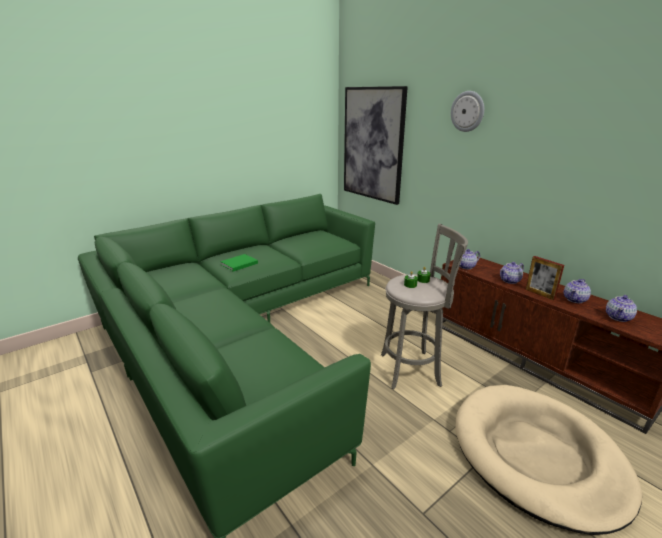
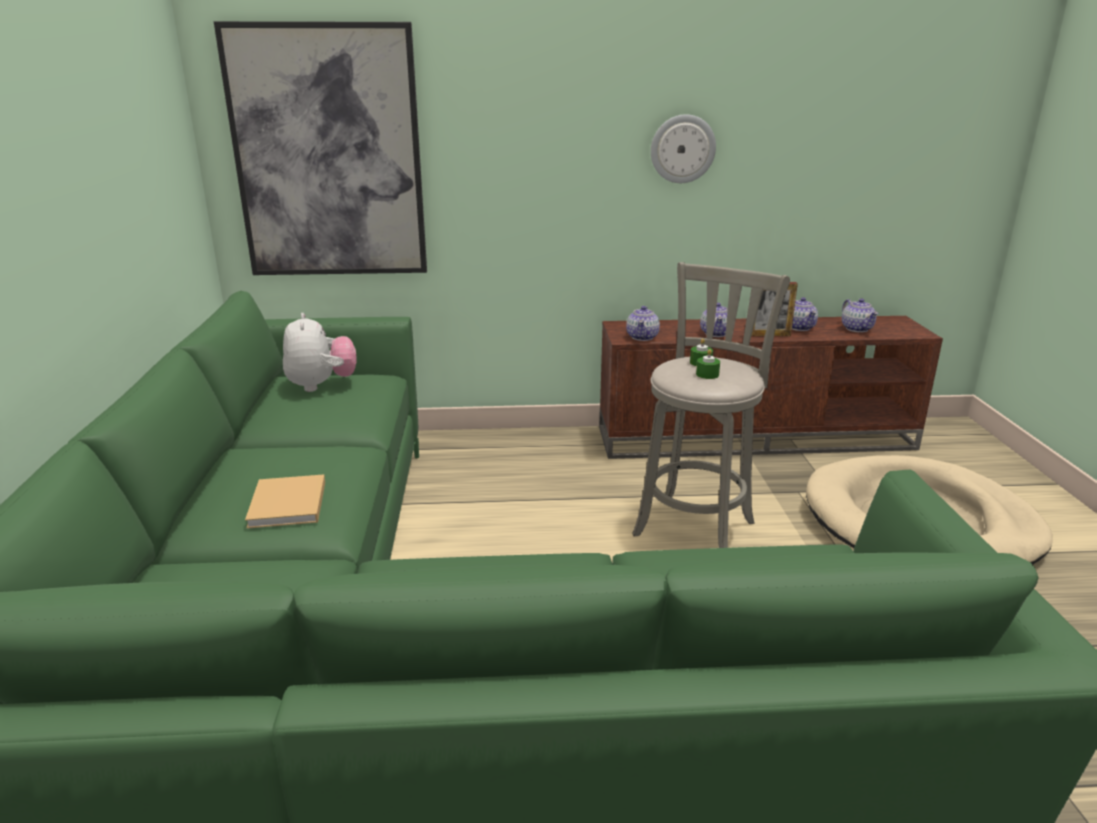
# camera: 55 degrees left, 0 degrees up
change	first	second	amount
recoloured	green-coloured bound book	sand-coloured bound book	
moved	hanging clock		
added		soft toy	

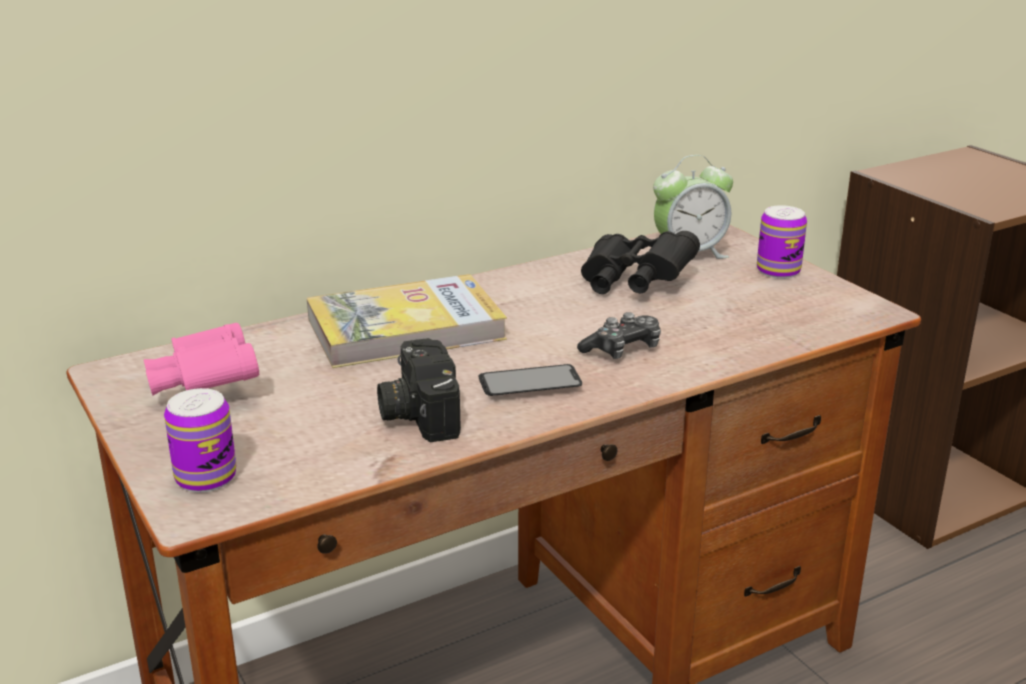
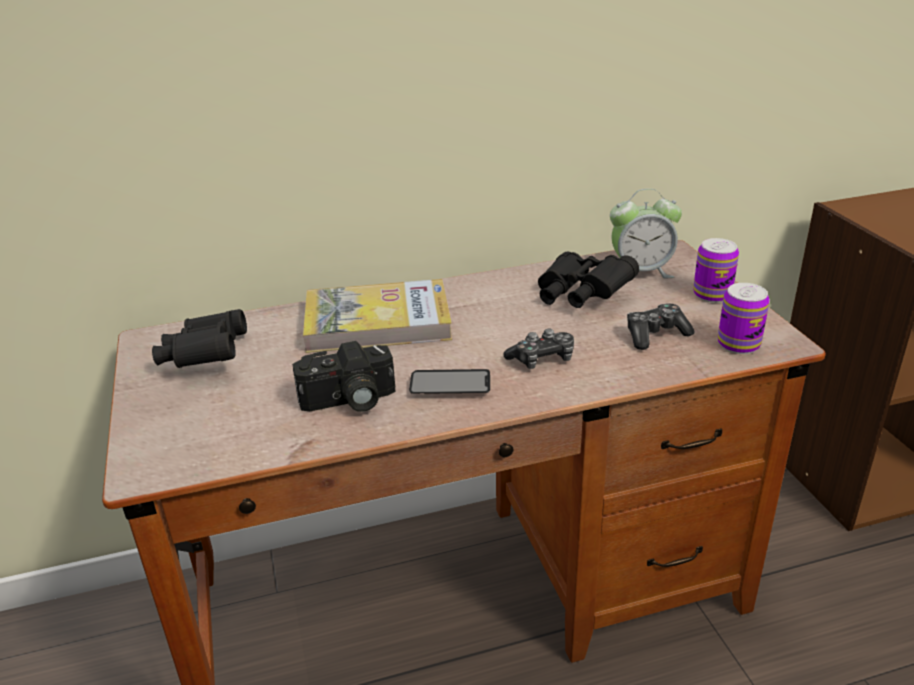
# camera: 15 degrees right, 5 degrees up
change	first	second	amount
recoloured	pink-coloured pair of binoculars	black-coloured pair of binoculars (1st from left)	
moved	sealed can (1st from left in the first image)	sealed can (2nd from left)	
turned	photo camera		105 degrees counterclockwise
added		game controller (2nd from left)	

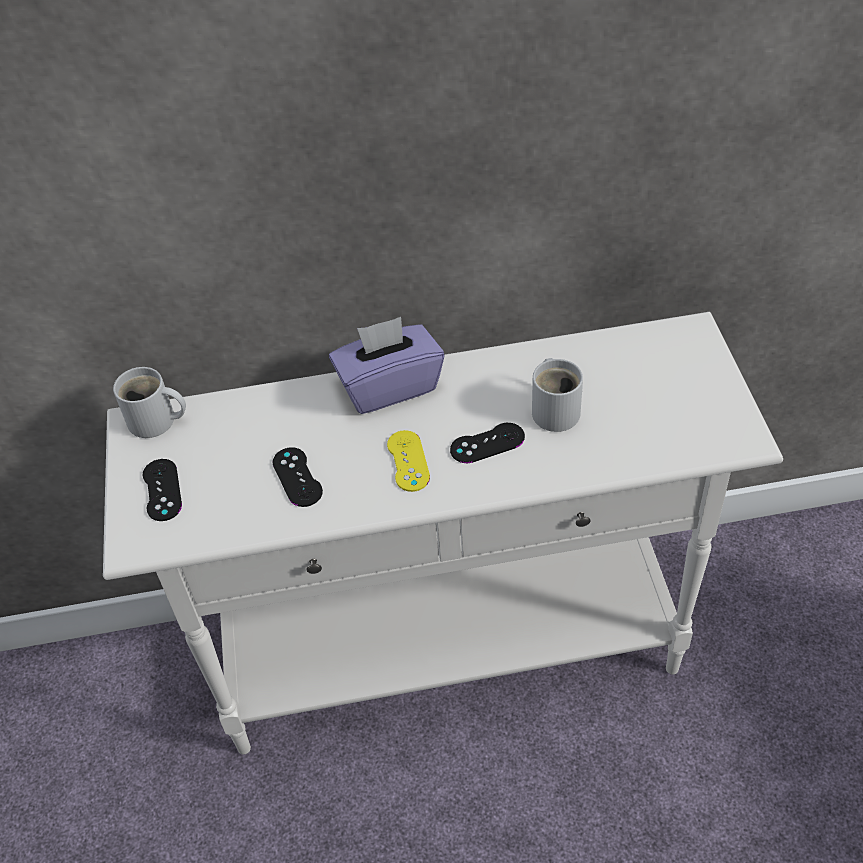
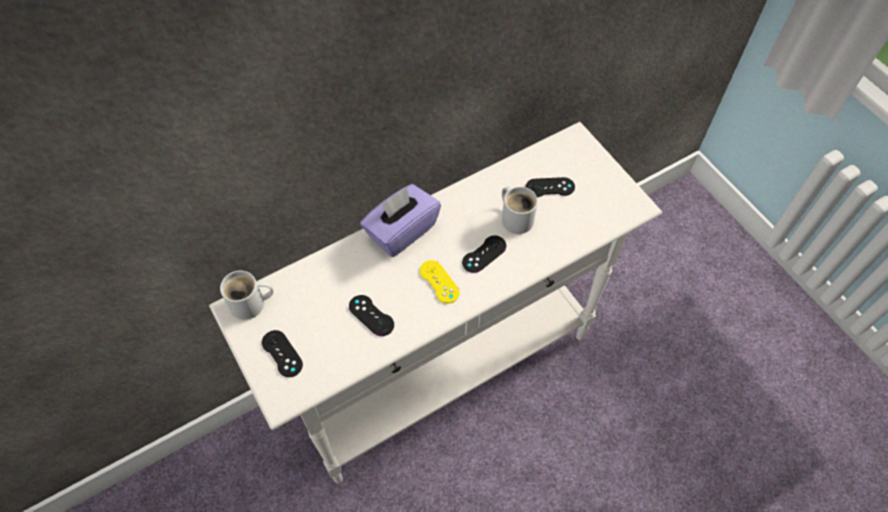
# camera: 25 degrees left, 10 degrees up
change	first	second	amount
added		black-coloured game controller (4th from left)	

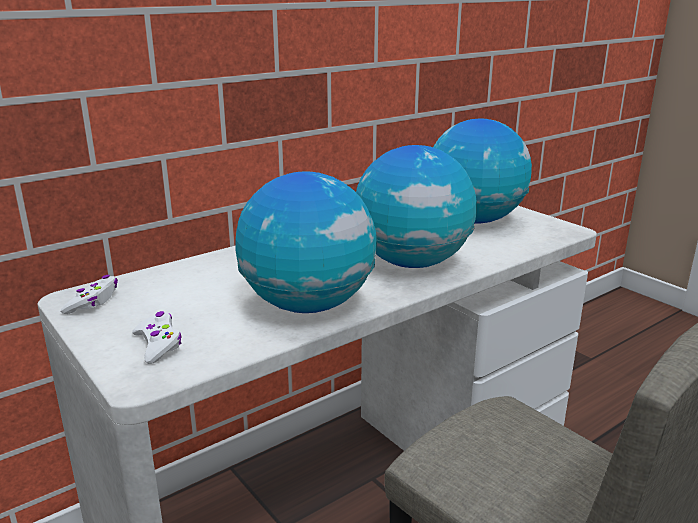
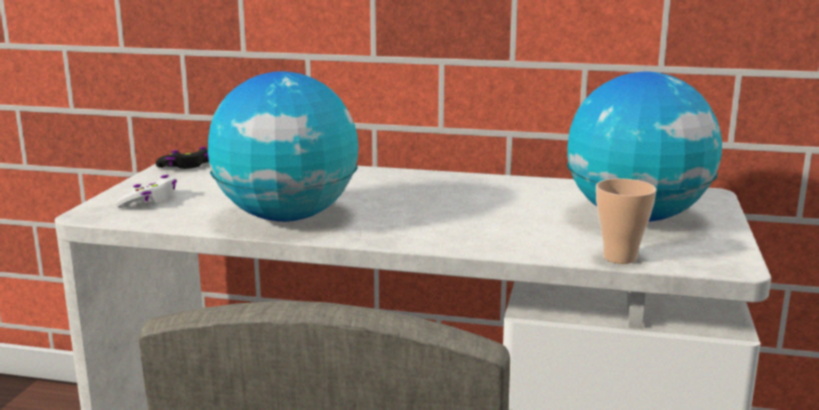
# camera: 50 degrees right, 5 degrees down
change	first	second	amount
recoloured	white-coloured game controller (1st from left)	black-coloured game controller	
removed	globe (2nd from left)		
added		cup	

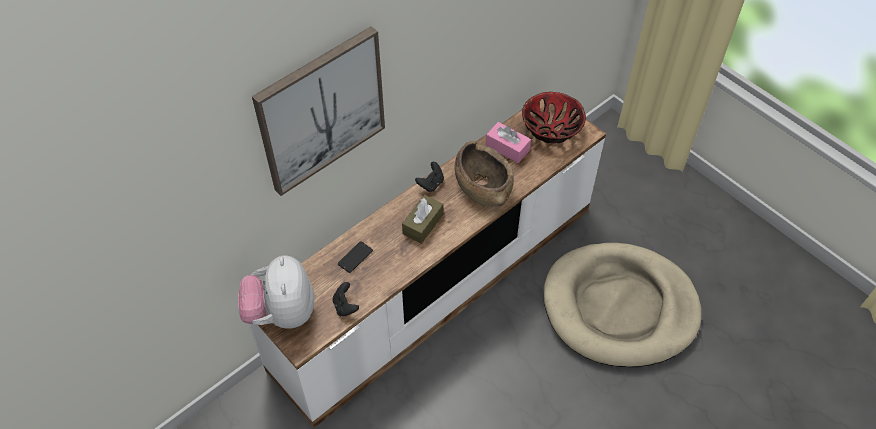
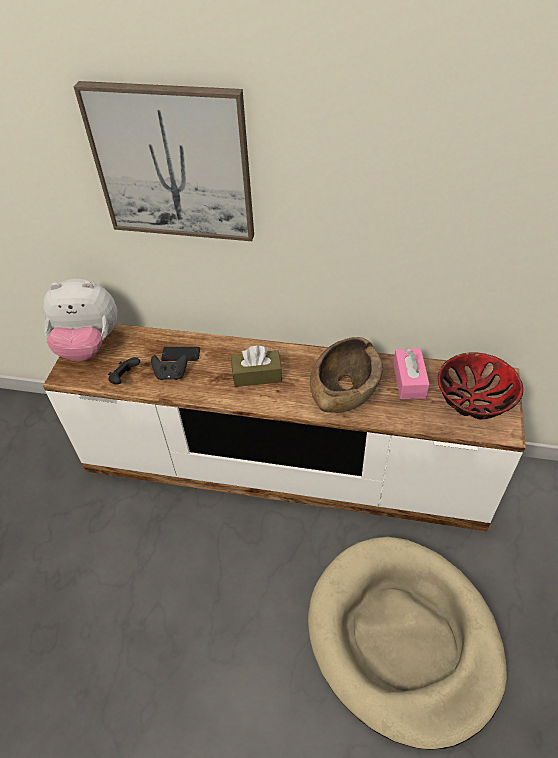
# camera: 55 degrees right, 5 degrees down
change	first	second	amount
turned	soft toy		135 degrees counterclockwise
moved	black-coloured game controller (2nd from left)		

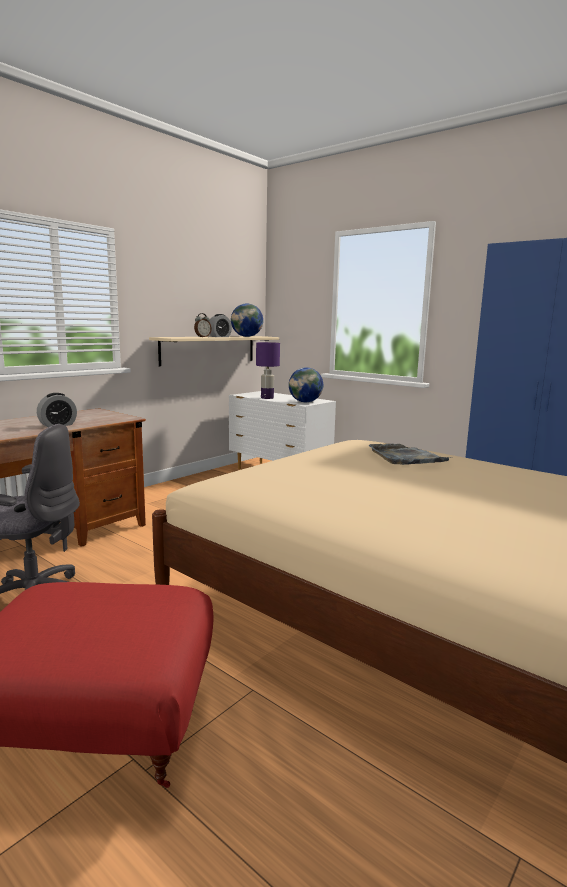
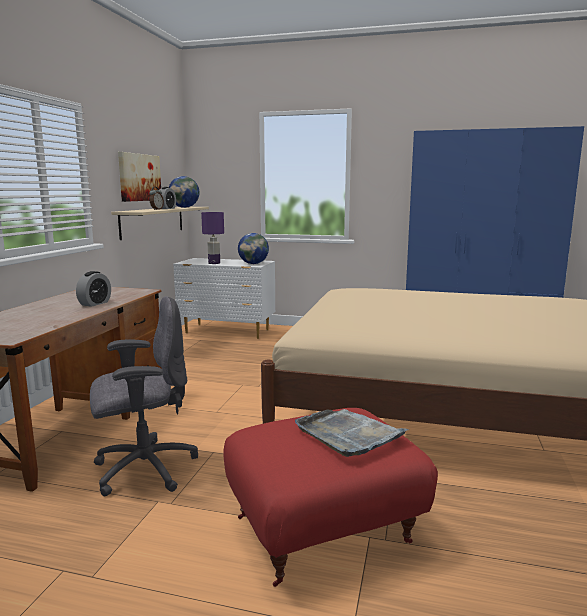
# camera: 25 degrees left, 0 degrees up
change	first	second	amount
moved	greyish serving tray		
added		wall picture	

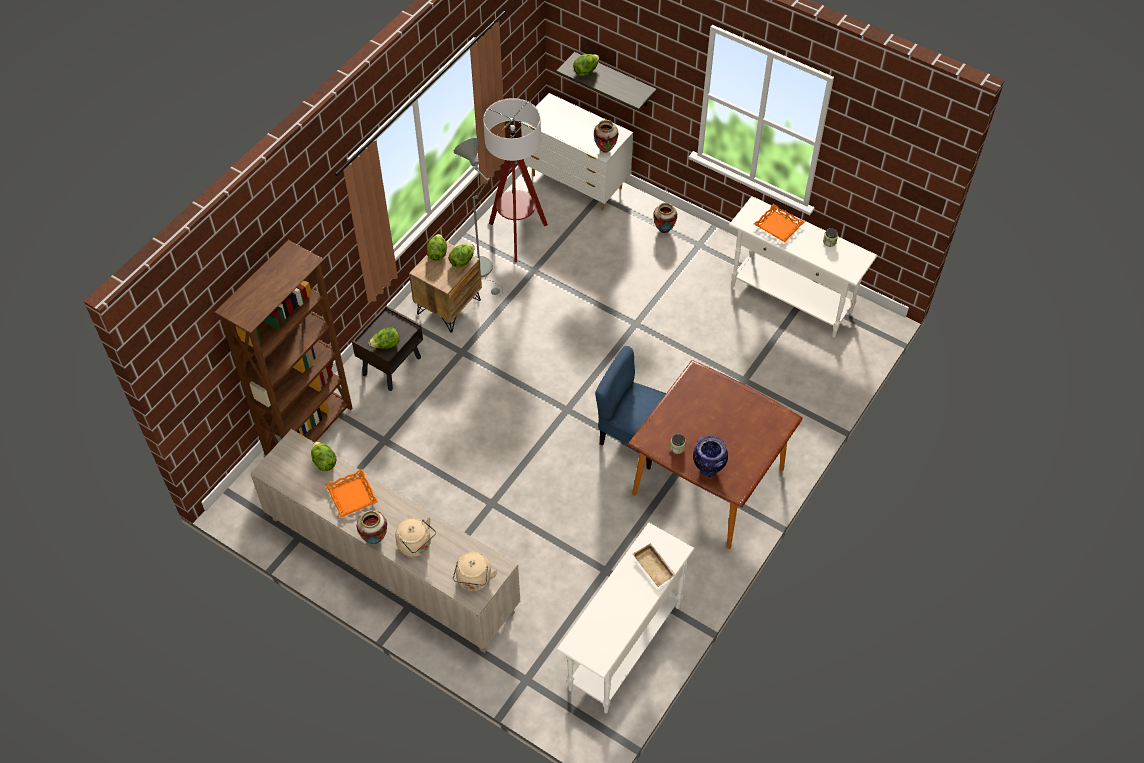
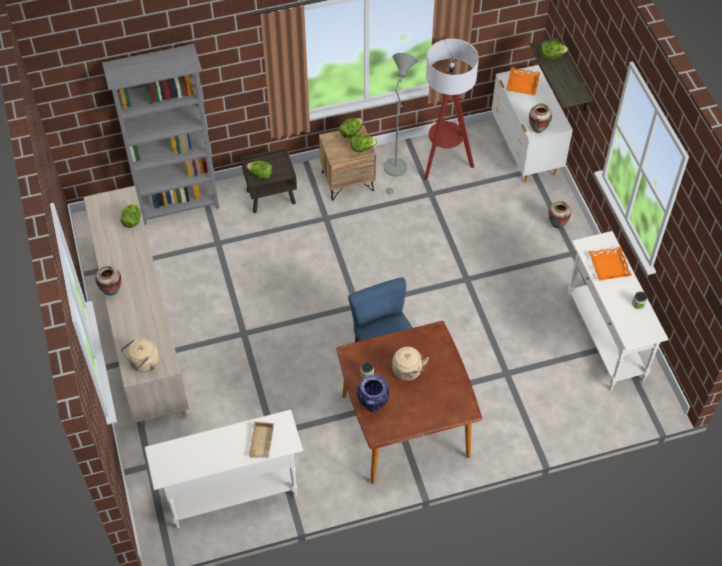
# camera: 40 degrees right, 0 degrees up
change	first	second	amount
recoloured	brown shelving unit	greyish shelving unit	
moved	orange-coloured serving tray (1st from left)		
moved	sand-coloured water kettle (1st from left in the first image)	sand-coloured water kettle (2nd from left)	

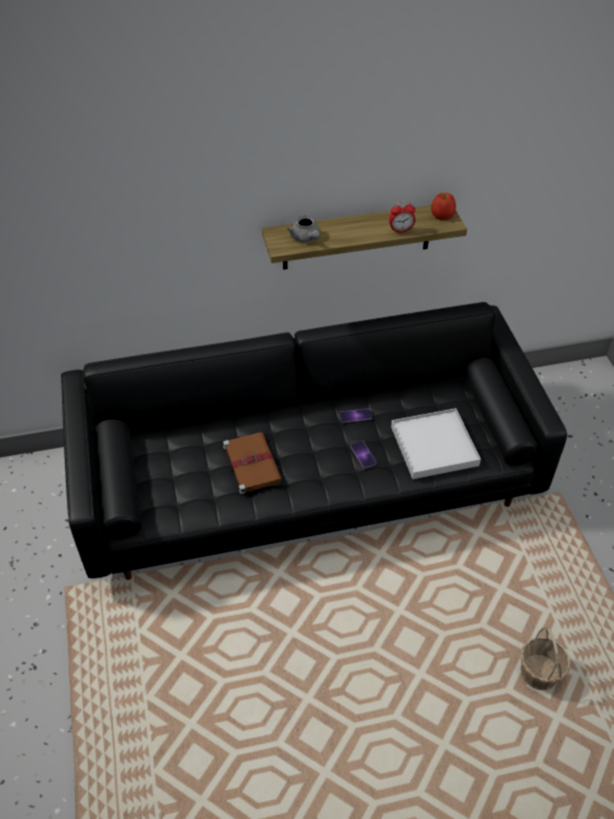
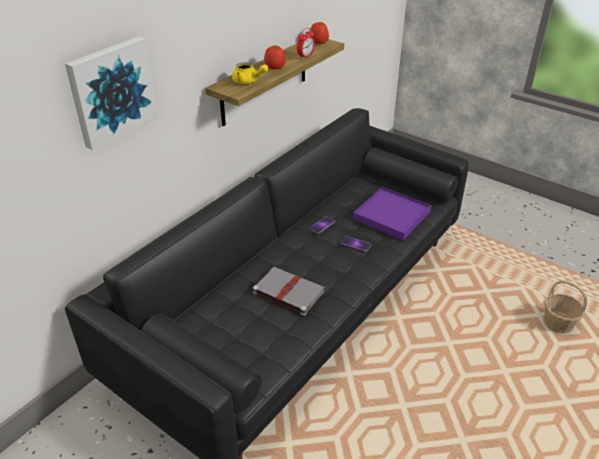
# camera: 40 degrees left, 10 degrees down
change	first	second	amount
recoloured	brown bound book	greyish bound book	
recoloured	greyish tea pot	yellow tea pot	
recoloured	white-coloured serving tray	purplish serving tray	
added		wall picture	
added		apple (1st from left)	

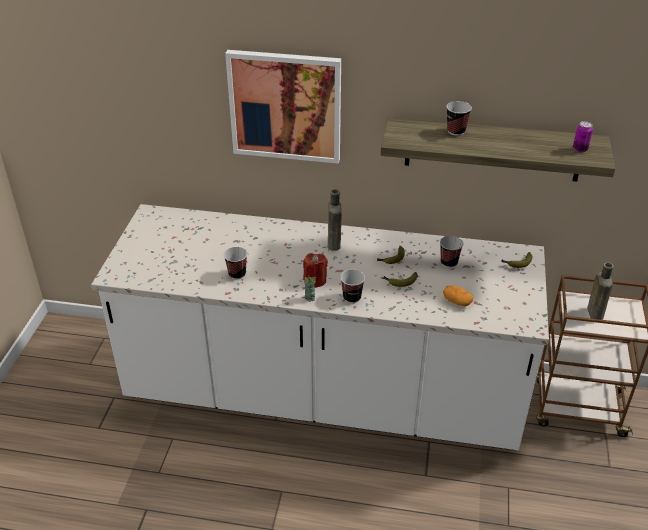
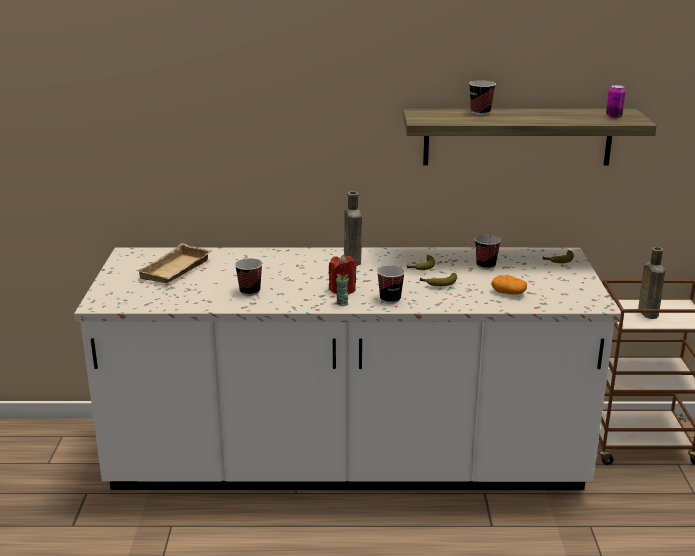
# camera: 10 degrees left, 15 degrees down
change	first	second	amount
removed	wall picture		
added		sand-coloured serving tray	

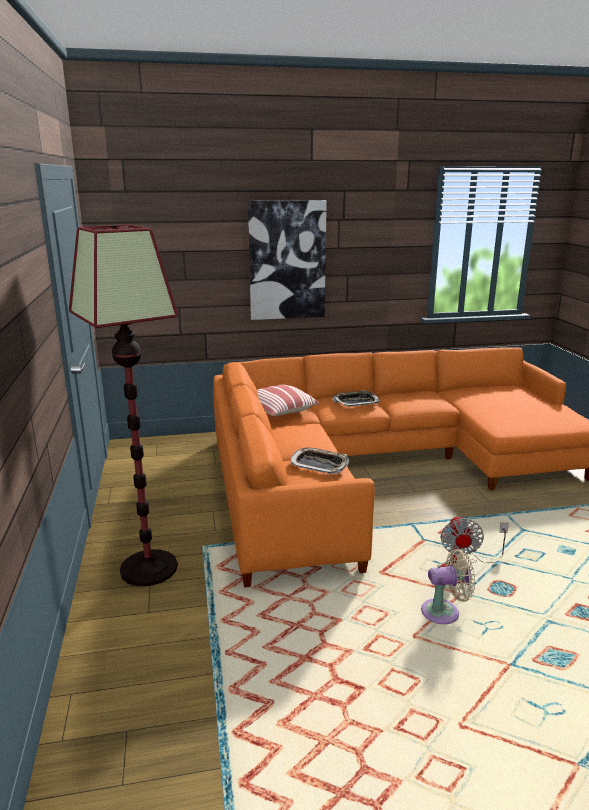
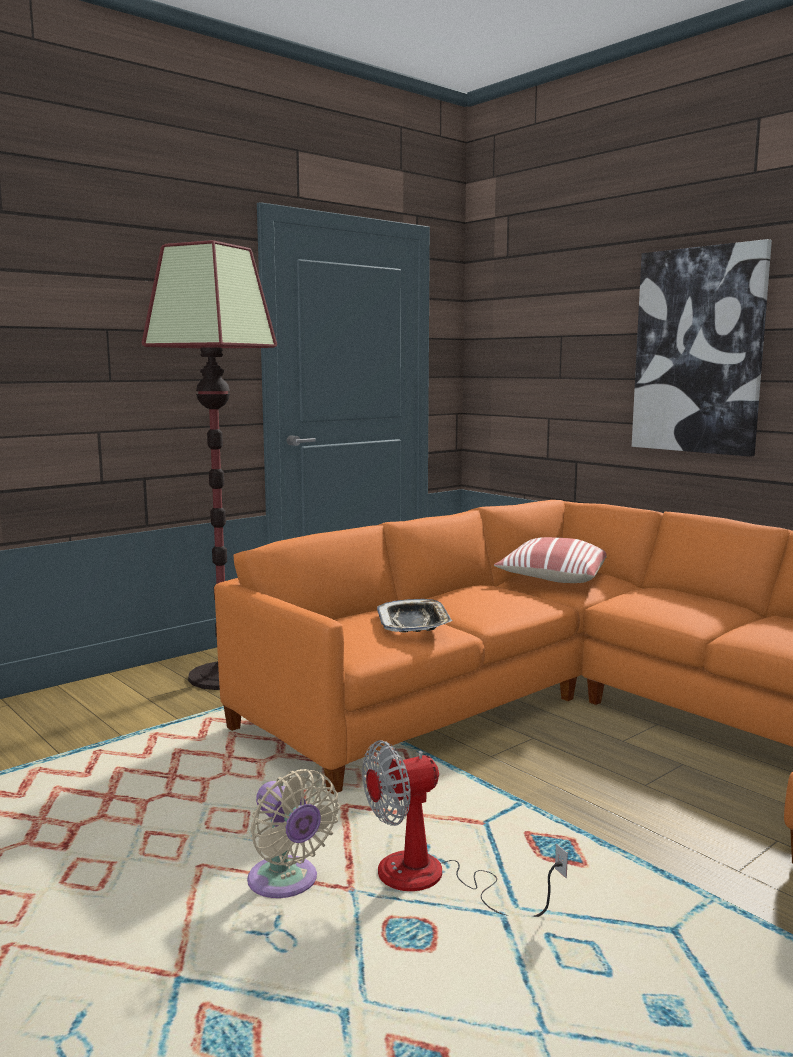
# camera: 60 degrees right, 10 degrees down
change	first	second	amount
removed	serving tray (2nd from left)		

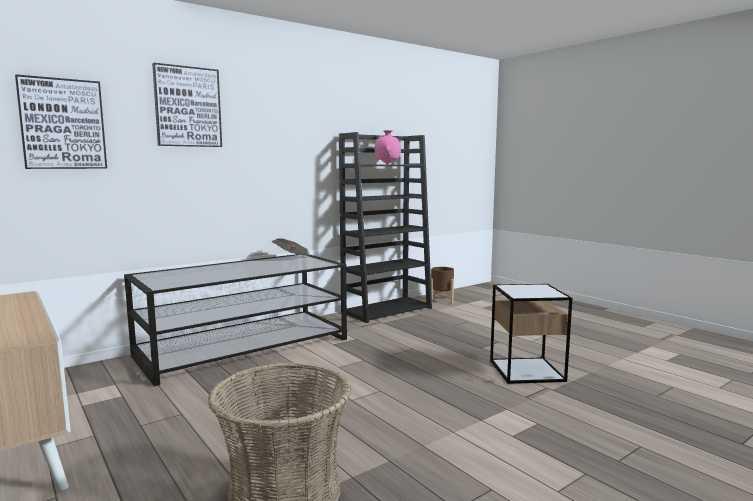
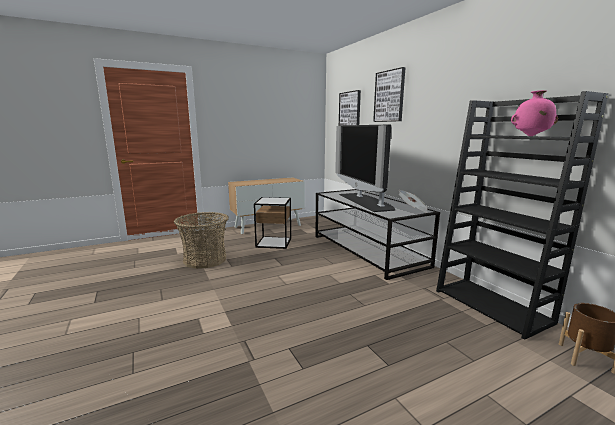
# camera: 100 degrees right, 5 degrees up
change	first	second	amount
moved	end table		
added		TV set	

